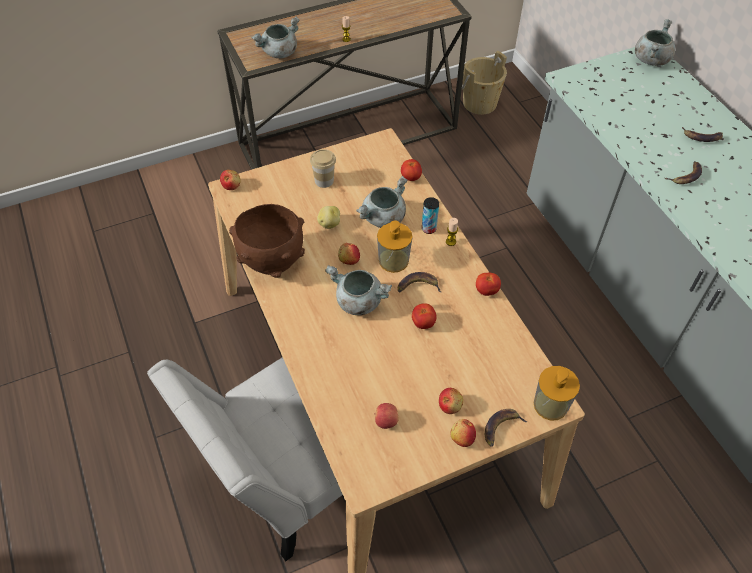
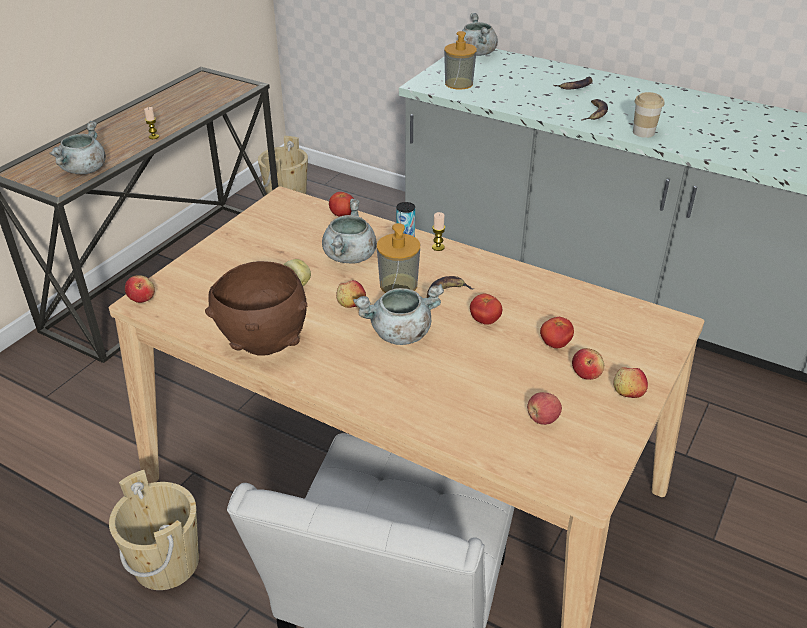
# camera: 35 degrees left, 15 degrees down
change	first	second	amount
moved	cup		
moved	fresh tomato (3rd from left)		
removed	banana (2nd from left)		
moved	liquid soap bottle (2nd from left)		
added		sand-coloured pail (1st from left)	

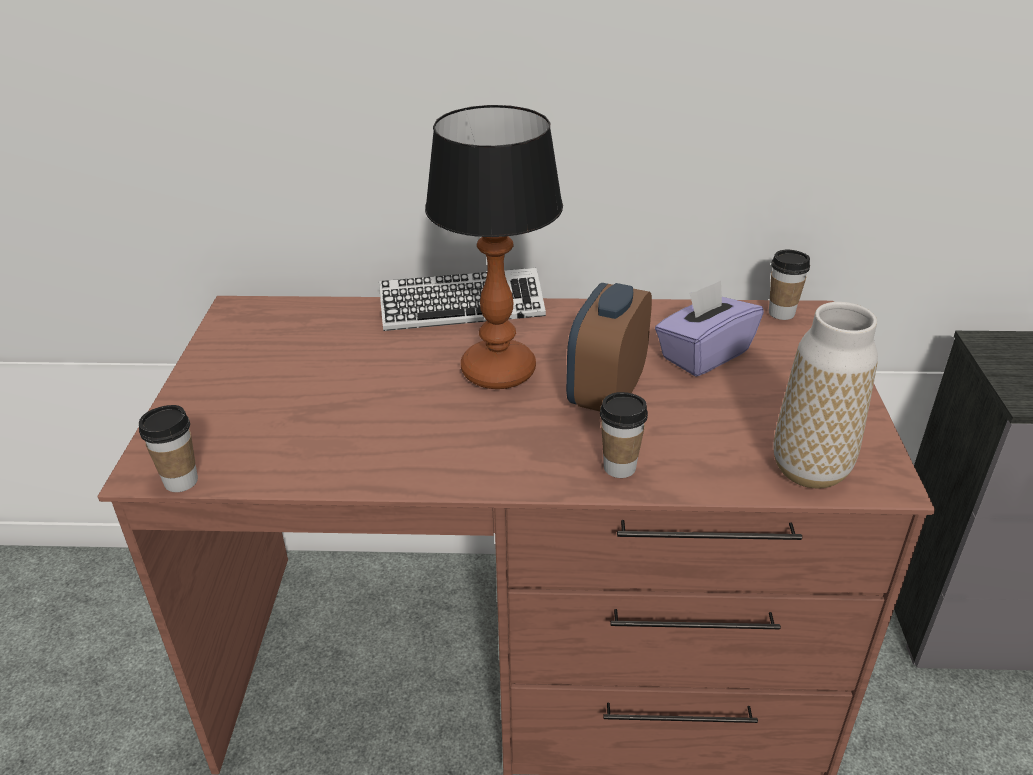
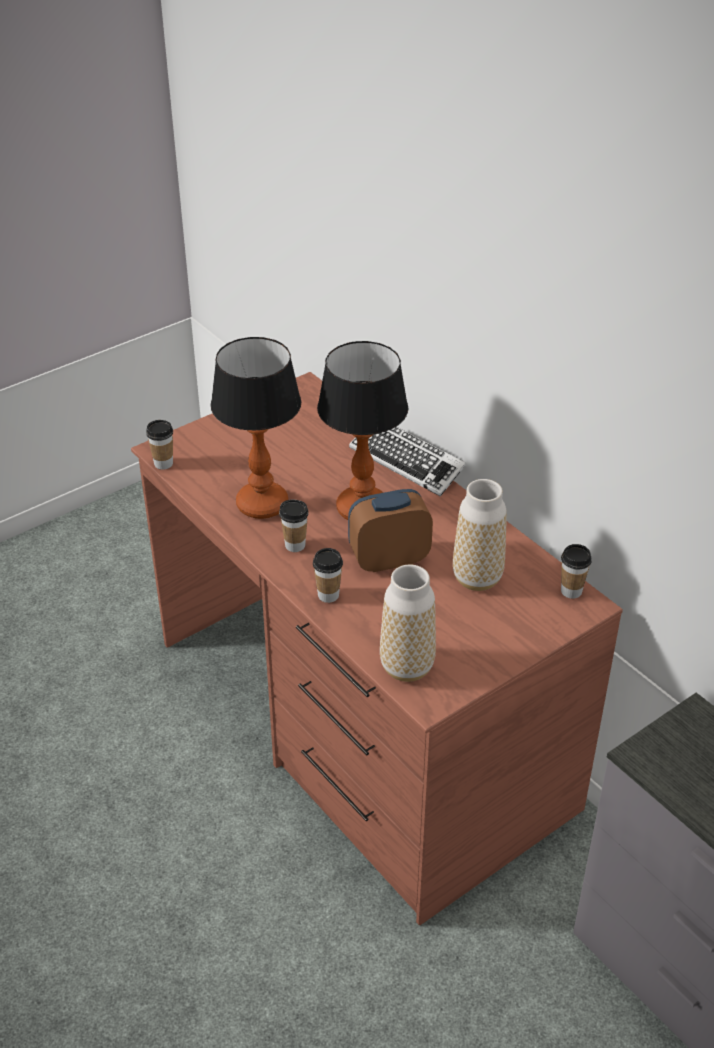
# camera: 50 degrees right, 5 degrees up
change	first	second	amount
replaced	purplish box of tissues	vase (2nd from left)	
added		tabletop lamp (1st from left)	
added		cup (2nd from left)	

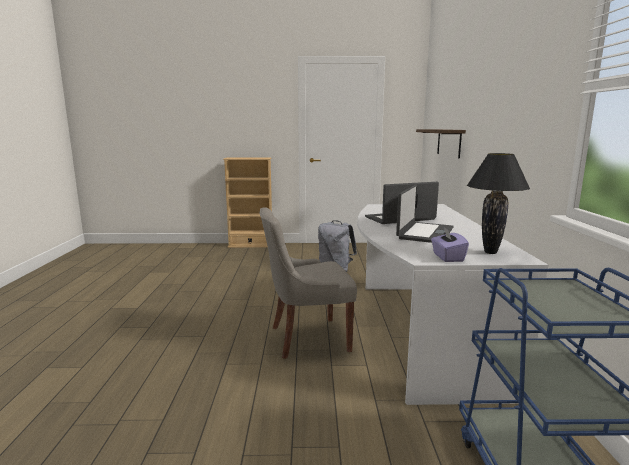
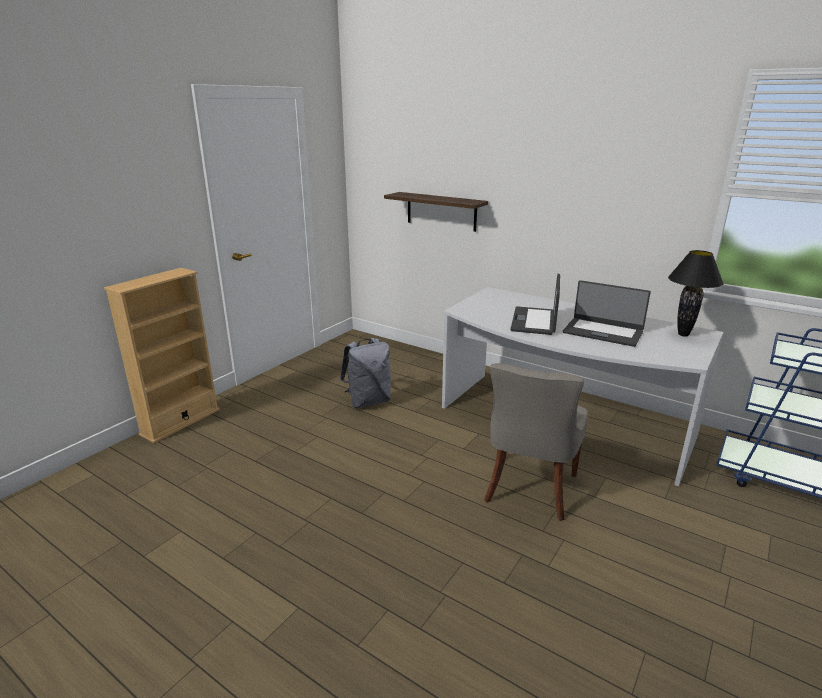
# camera: 55 degrees left, 10 degrees up
change	first	second	amount
turned	portable computer (2nd from left)		150 degrees clockwise
removed	purplish box of tissues		

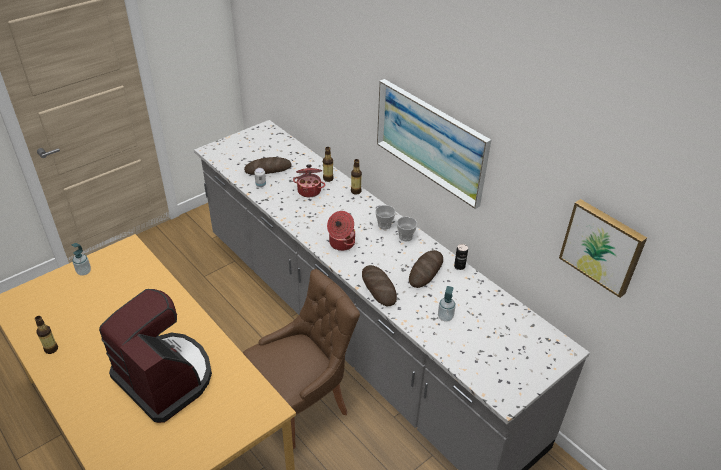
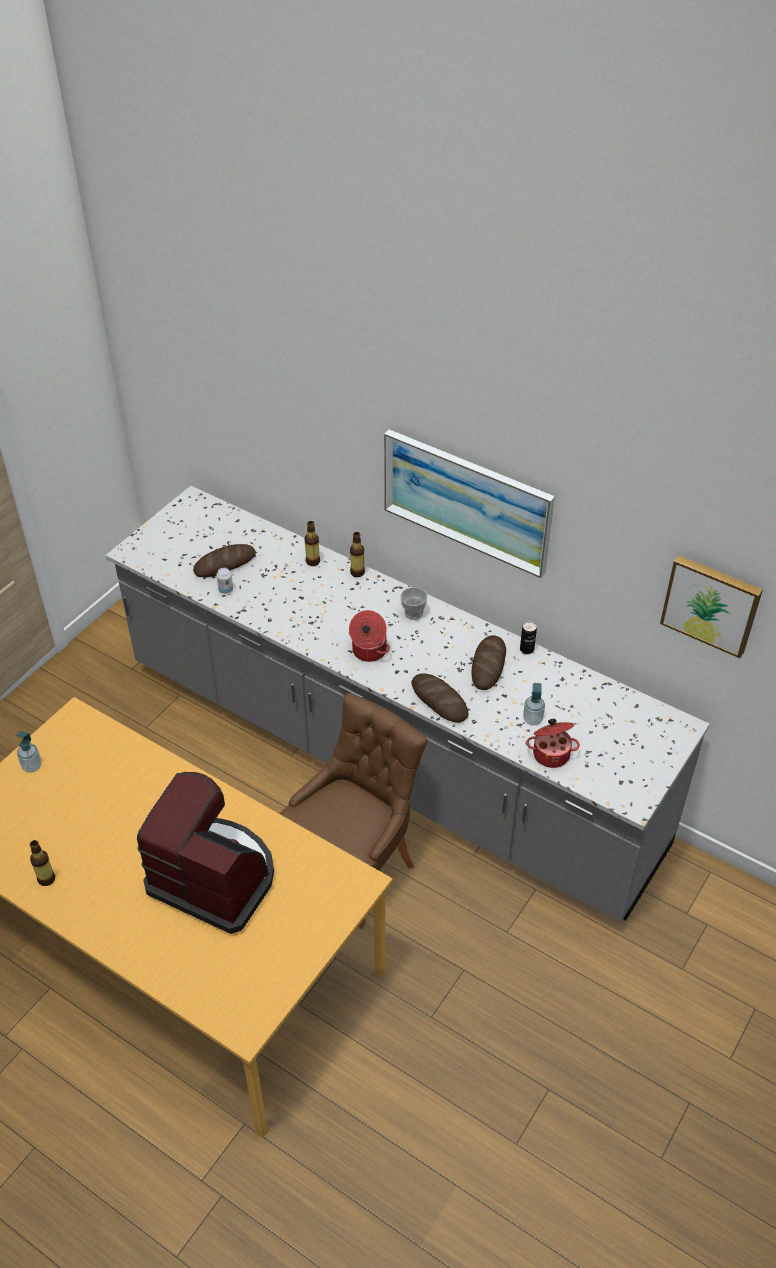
# camera: 15 degrees left, 5 degrees up
change	first	second	amount
moved	stockpot (1st from left in the first image)	stockpot (2nd from left)	
removed	cup (2nd from left)		

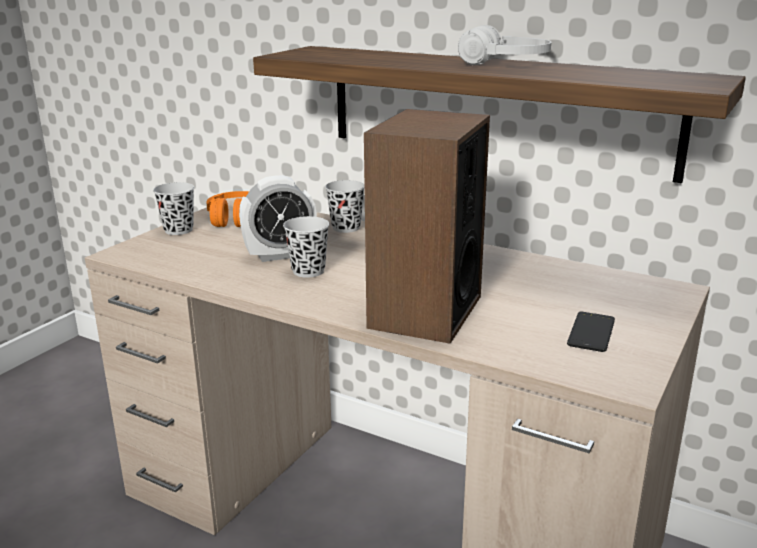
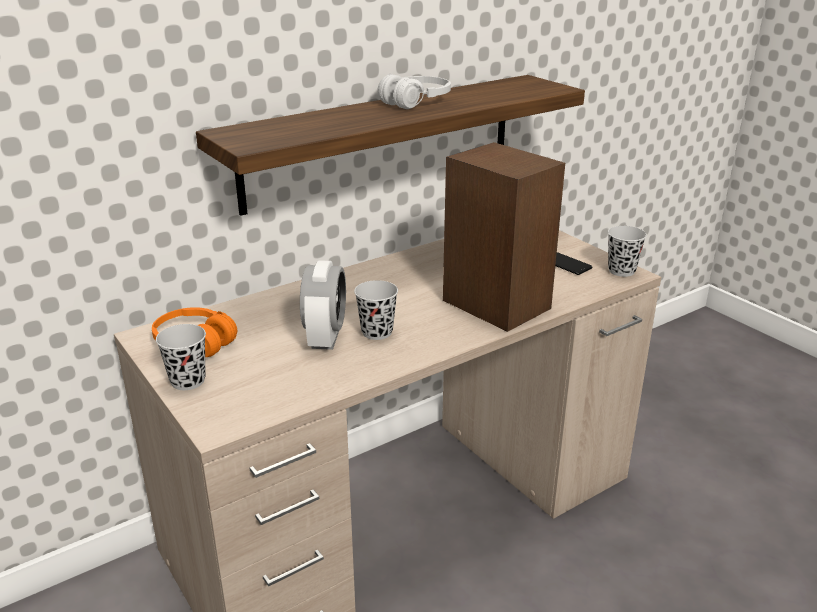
# camera: 65 degrees left, 5 degrees up
change	first	second	amount
moved	black-coloured cup (3rd from left)		

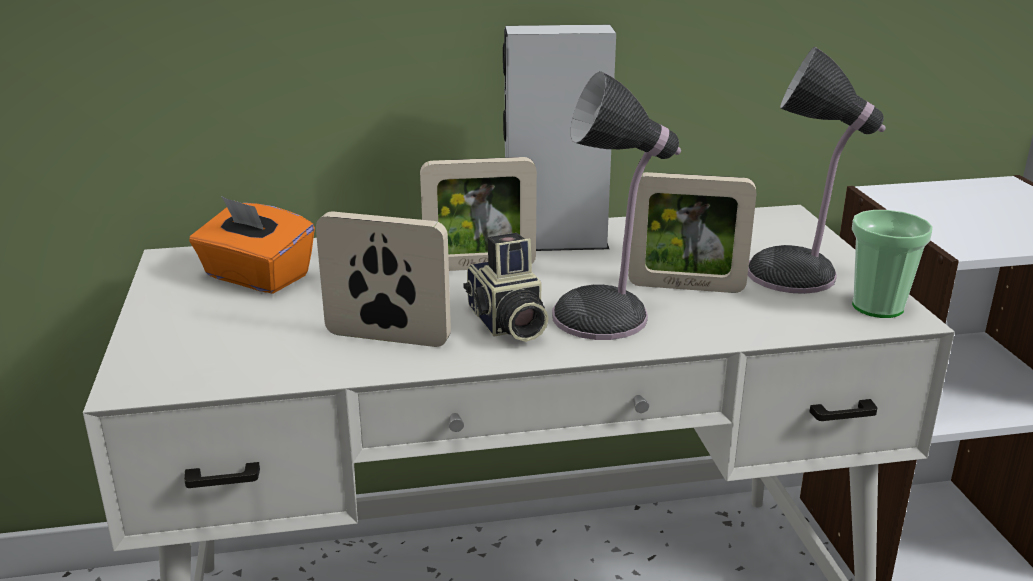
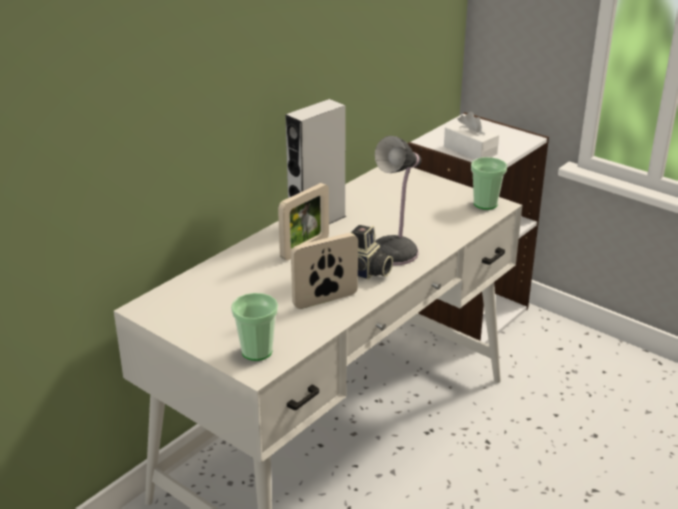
# camera: 40 degrees left, 5 degrees up
change	first	second	amount
removed	orange-coloured box of tissues		
removed	standing frame (3rd from left)		
removed	tabletop lamp (2nd from left)		
added		cup (1st from left)	
added		white-coloured box of tissues	

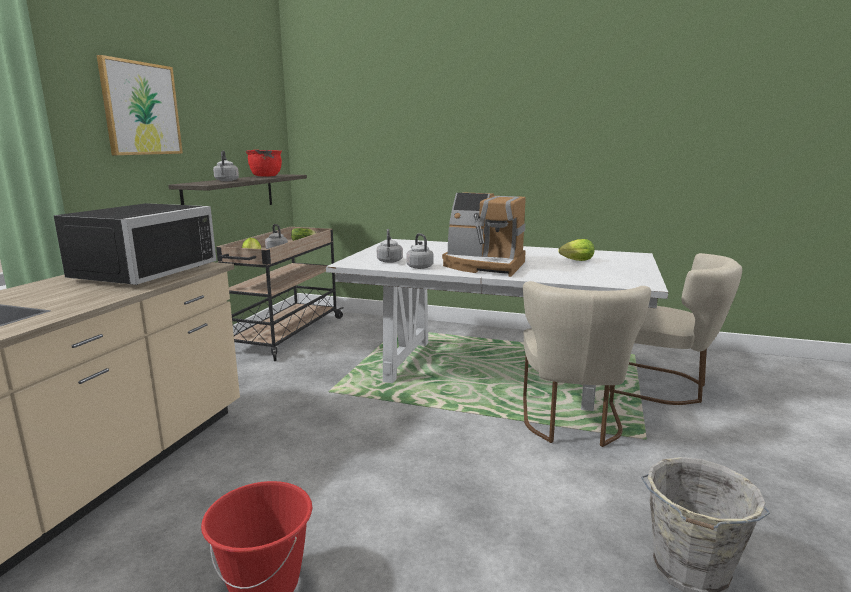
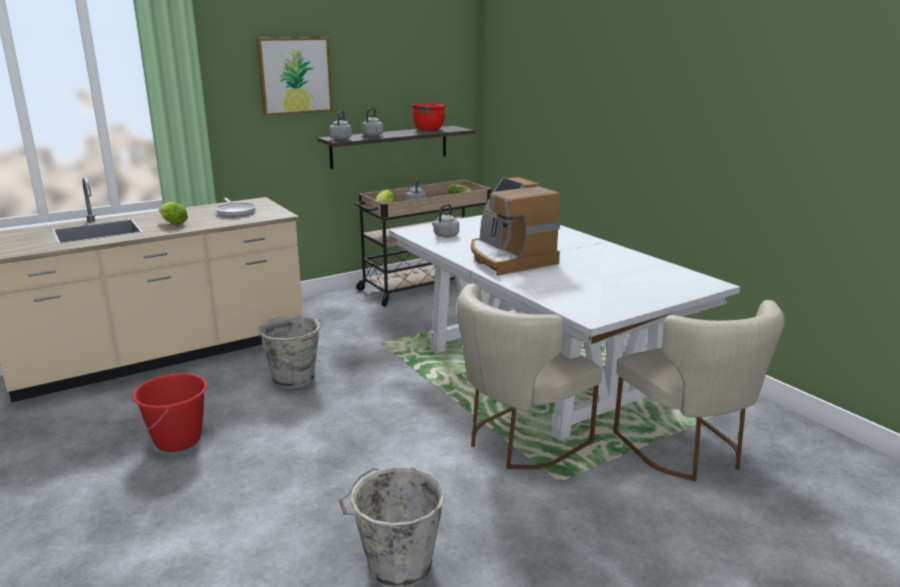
# camera: 40 degrees right, 5 degrees up
change	first	second	amount
replaced	black-coloured microwave	skillet	
moved	greyish water kettle (4th from left in the first image)	greyish water kettle (1st from left)	
moved	lettuce (3rd from left in the first image)	lettuce (1st from left)	
added		greyish pail (1st from left)	

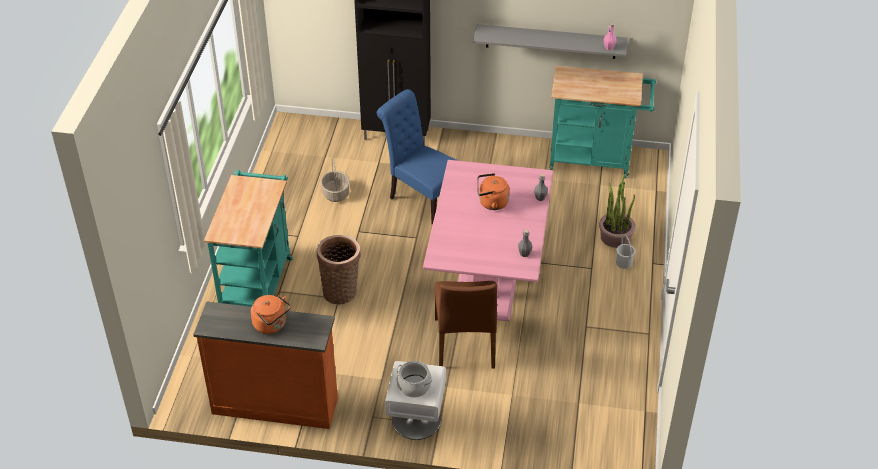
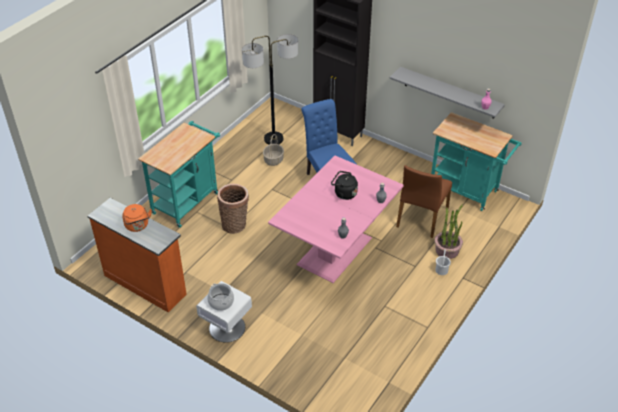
# camera: 25 degrees right, 0 degrees up
change	first	second	amount
moved	brown upright chair		
recoloured	orange-coloured water kettle (2nd from left)	black-coloured water kettle	
added		standing lamp	

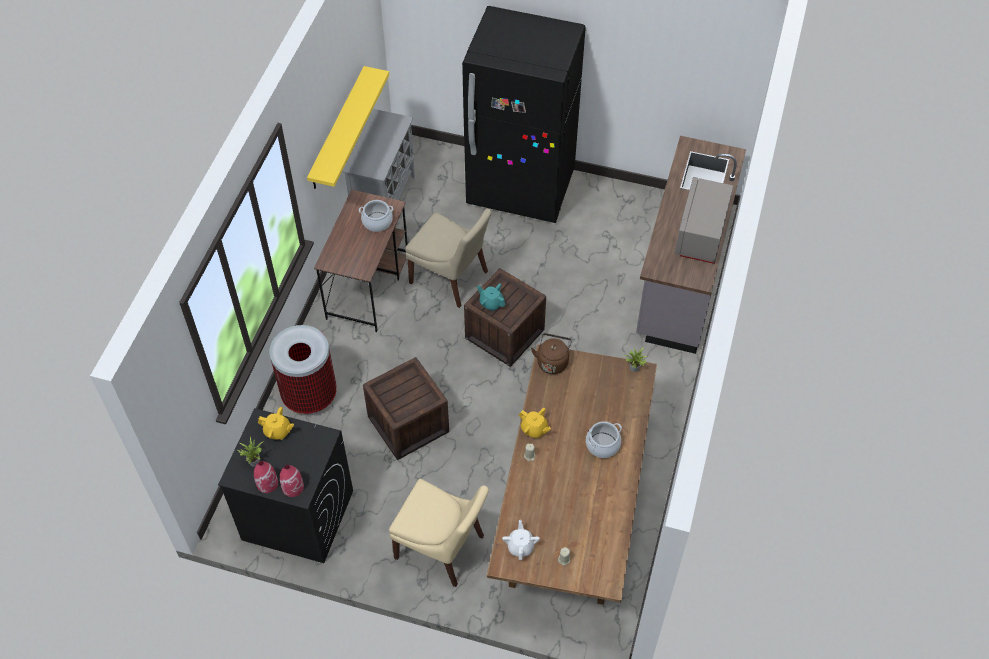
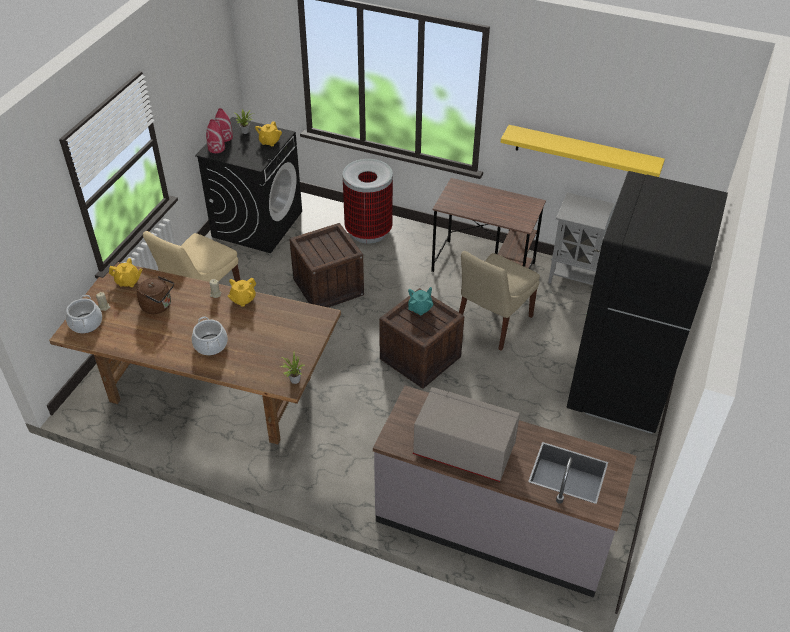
# camera: 95 degrees right, 10 degrees down
change	first	second	amount
moved	stockpot (1st from left)		
recoloured	white-coloured tea pot	yellow tea pot (1st from left)	
moved	brown water kettle		

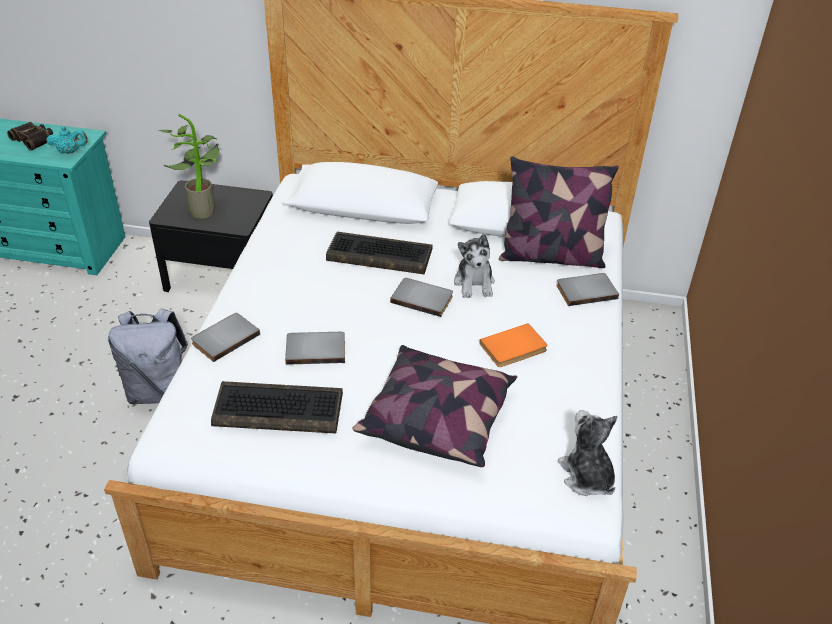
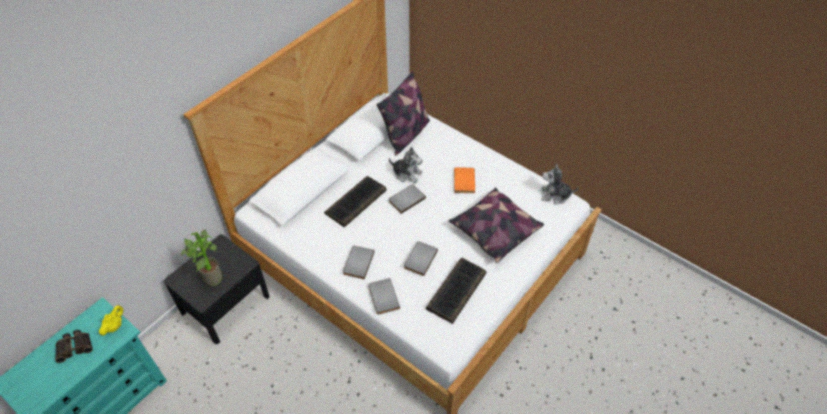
# camera: 60 degrees left, 10 degrees up
change	first	second	amount
recoloured	blue-green tea pot	yellow tea pot	
removed	greyish rucksack		
moved	greyish bound book (4th from left in the first image)	greyish bound book (1st from left)	

